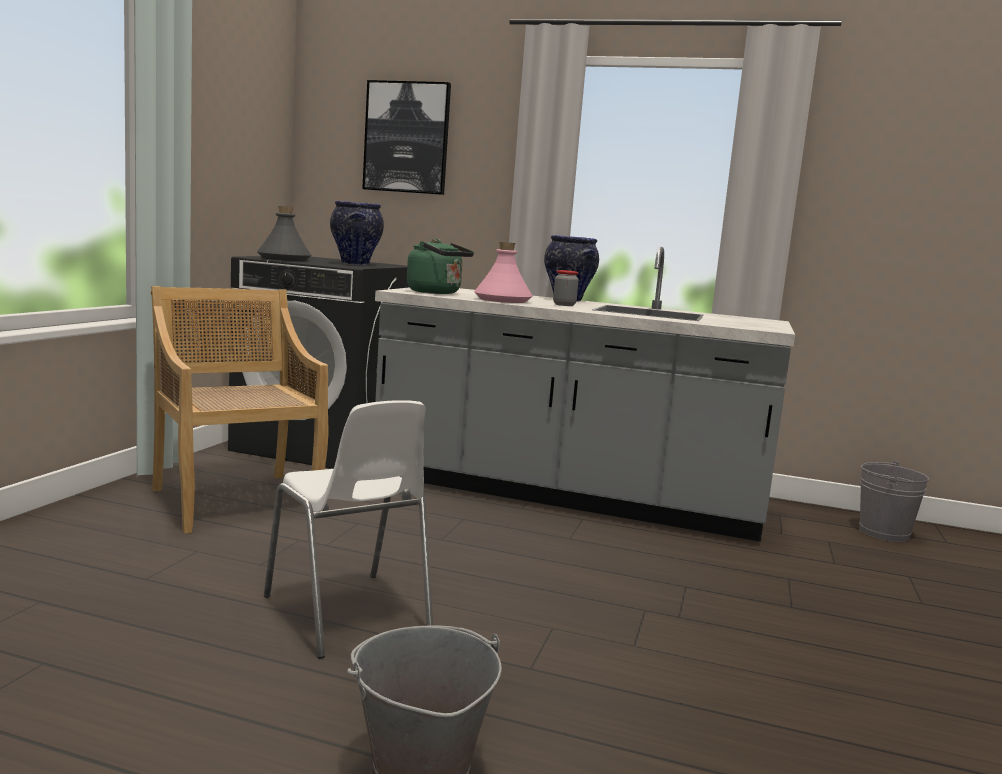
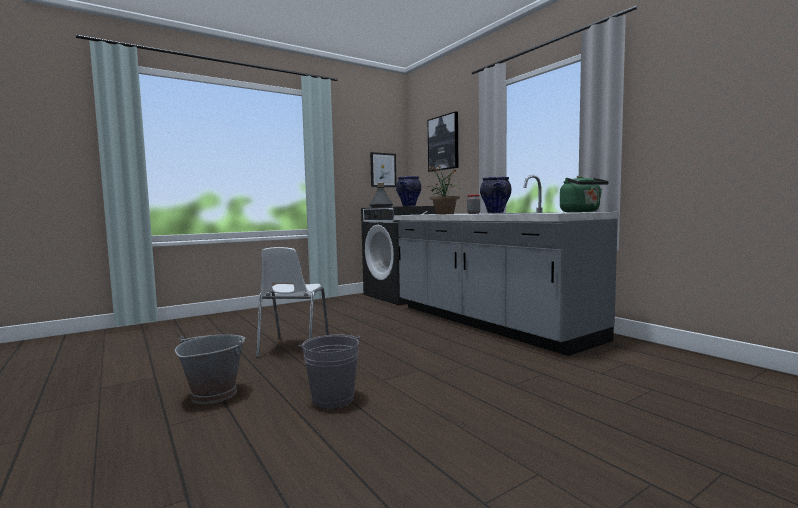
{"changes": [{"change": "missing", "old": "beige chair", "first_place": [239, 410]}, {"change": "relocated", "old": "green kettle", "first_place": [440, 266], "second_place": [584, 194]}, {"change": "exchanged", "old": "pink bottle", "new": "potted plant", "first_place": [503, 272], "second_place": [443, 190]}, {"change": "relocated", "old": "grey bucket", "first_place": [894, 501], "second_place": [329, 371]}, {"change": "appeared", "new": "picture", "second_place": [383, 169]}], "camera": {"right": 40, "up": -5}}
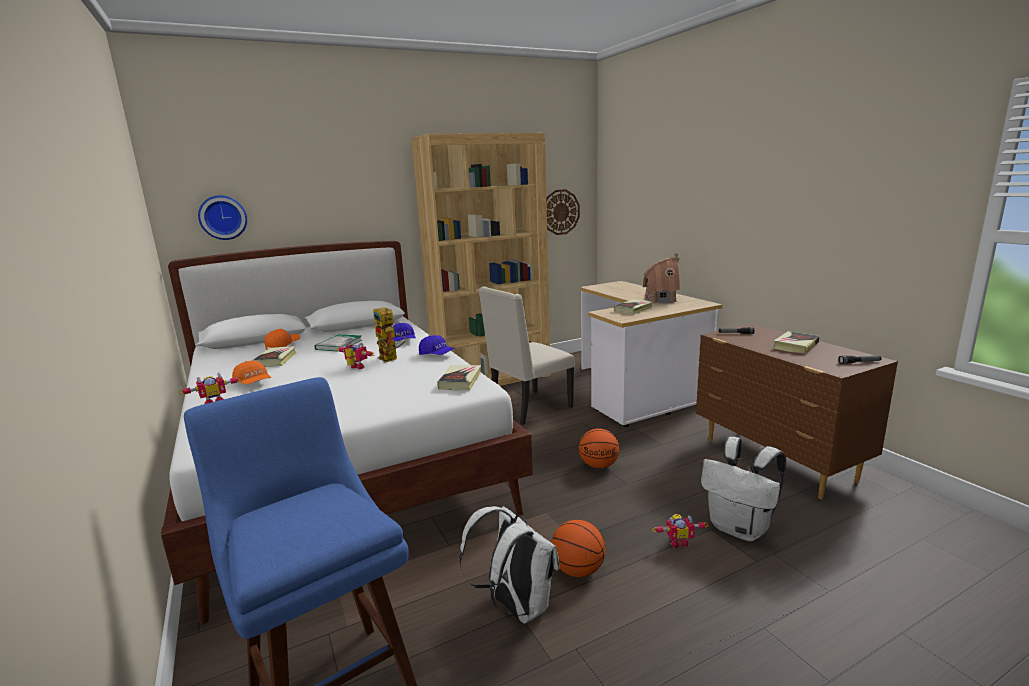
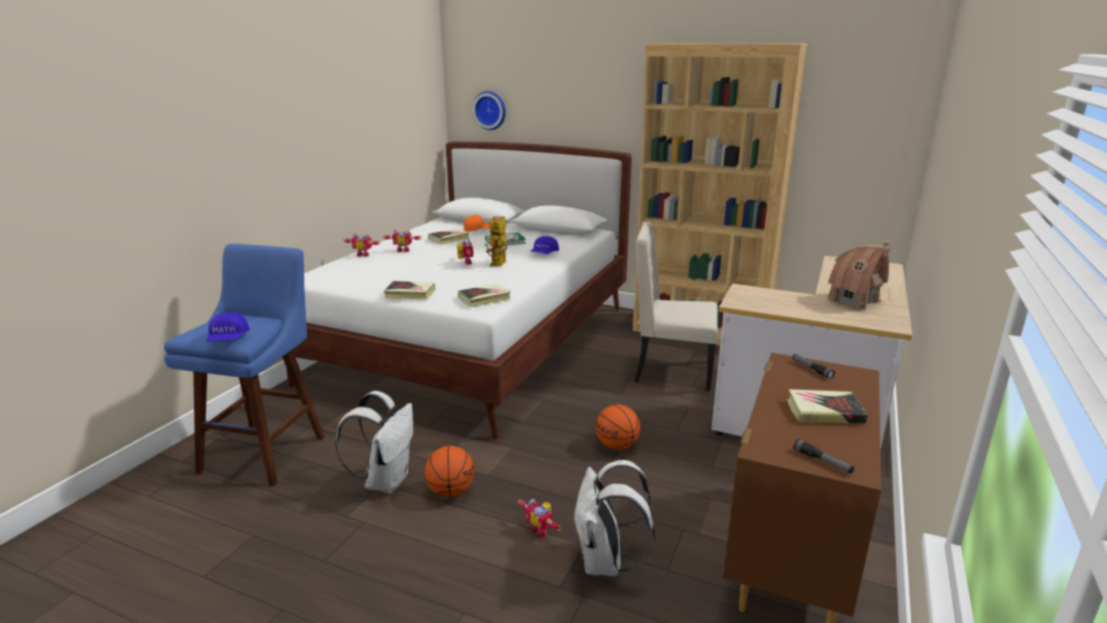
{"changes": [{"change": "exchanged", "old": "orange cap", "new": "toy robot", "first_place": [251, 373], "second_place": [402, 240]}, {"change": "relocated", "old": "blue cap", "first_place": [437, 345], "second_place": [228, 327]}, {"change": "missing", "old": "wall clock", "first_place": [563, 212]}, {"change": "relocated", "old": "book", "first_place": [633, 307], "second_place": [409, 290]}], "camera": {"right": 50, "up": 5}}
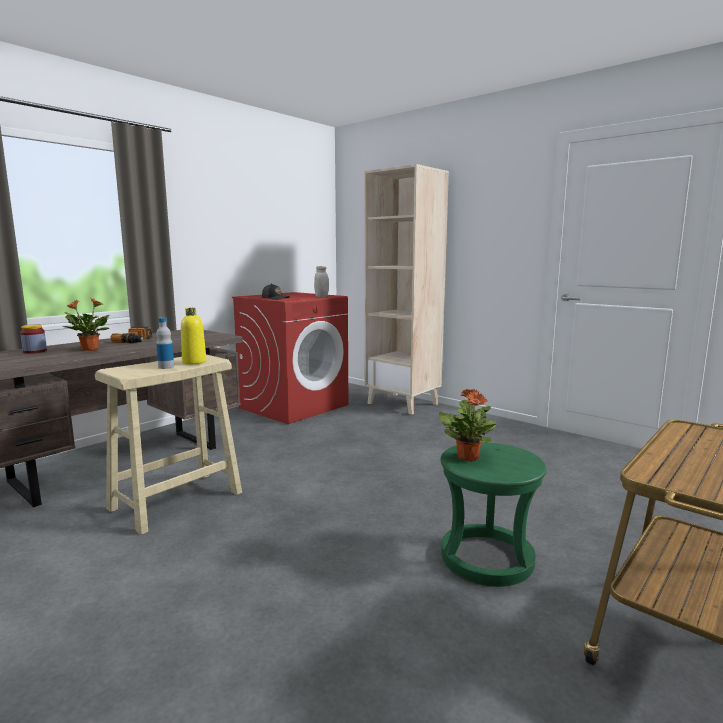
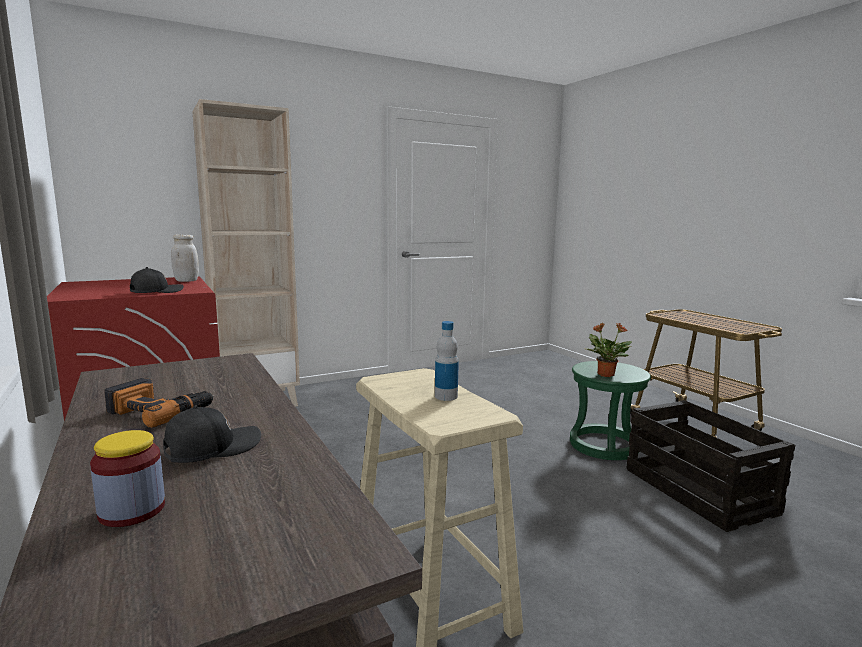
{"changes": [{"change": "exchanged", "old": "potted plant", "new": "black cap", "first_place": [86, 324], "second_place": [212, 434]}, {"change": "missing", "old": "yellow bottle", "first_place": [193, 336]}, {"change": "appeared", "new": "crate", "second_place": [710, 466]}], "camera": {"right": -70, "up": 0}}
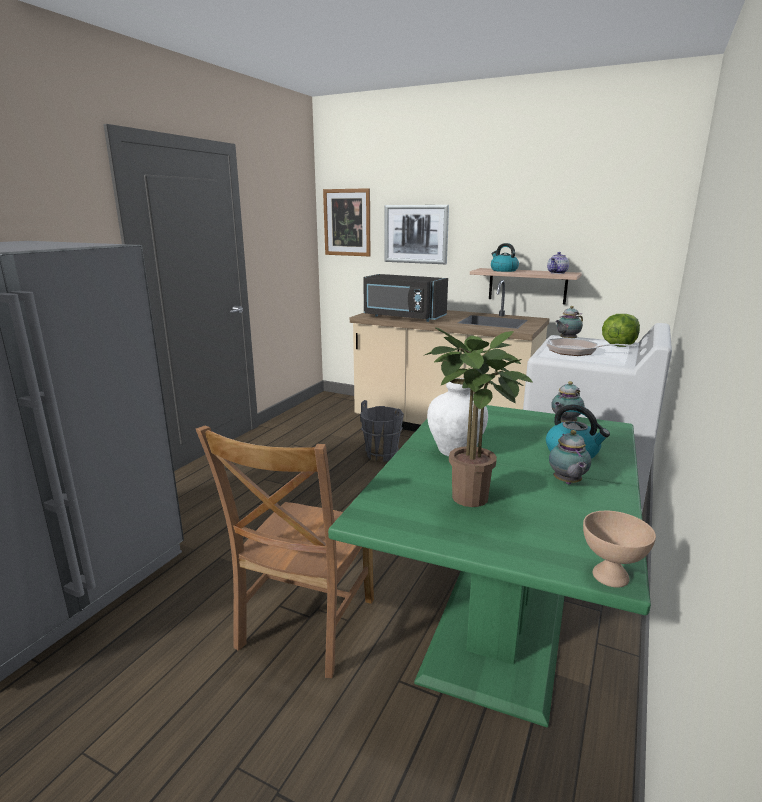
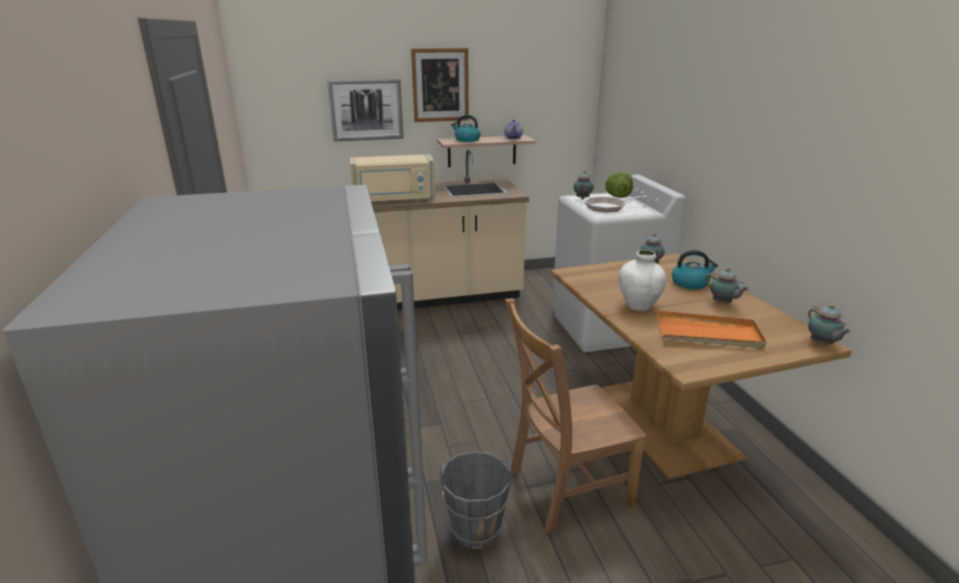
{"changes": [{"change": "spun", "old": "brown chair", "first_place": [285, 552], "second_place": [576, 416], "degrees": 90}, {"change": "relocated", "old": "picture", "first_place": [346, 222], "second_place": [440, 85]}, {"change": "colour", "old": "green dining table", "new": "brown dining table", "first_place": [489, 566], "second_place": [701, 366]}, {"change": "relocated", "old": "grey bucket", "first_place": [382, 431], "second_place": [475, 500]}, {"change": "colour", "old": "black microwave", "new": "beige microwave", "first_place": [405, 298], "second_place": [392, 177]}, {"change": "exchanged", "old": "potted plant", "new": "orange tray", "first_place": [479, 417], "second_place": [711, 329]}, {"change": "exchanged", "old": "beige bowl", "new": "teapot", "first_place": [619, 549], "second_place": [829, 325]}], "camera": {"right": -40, "up": 5}}
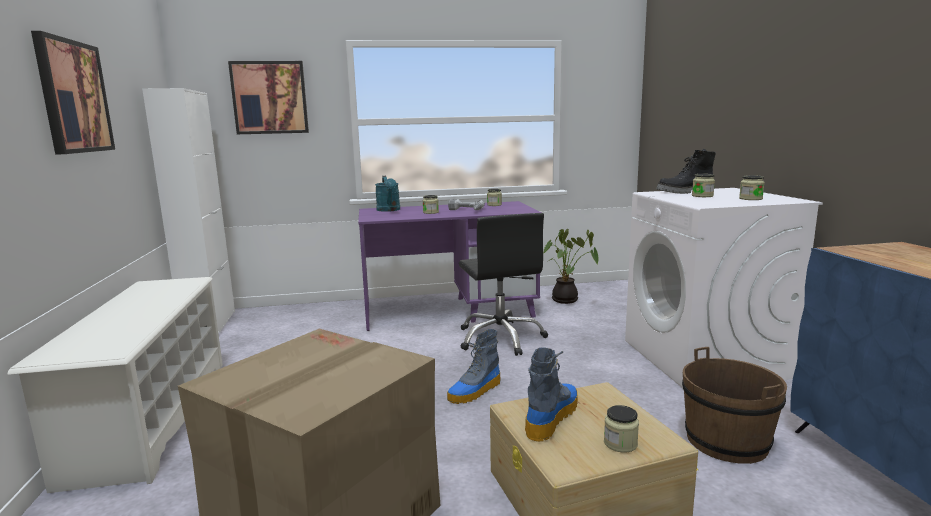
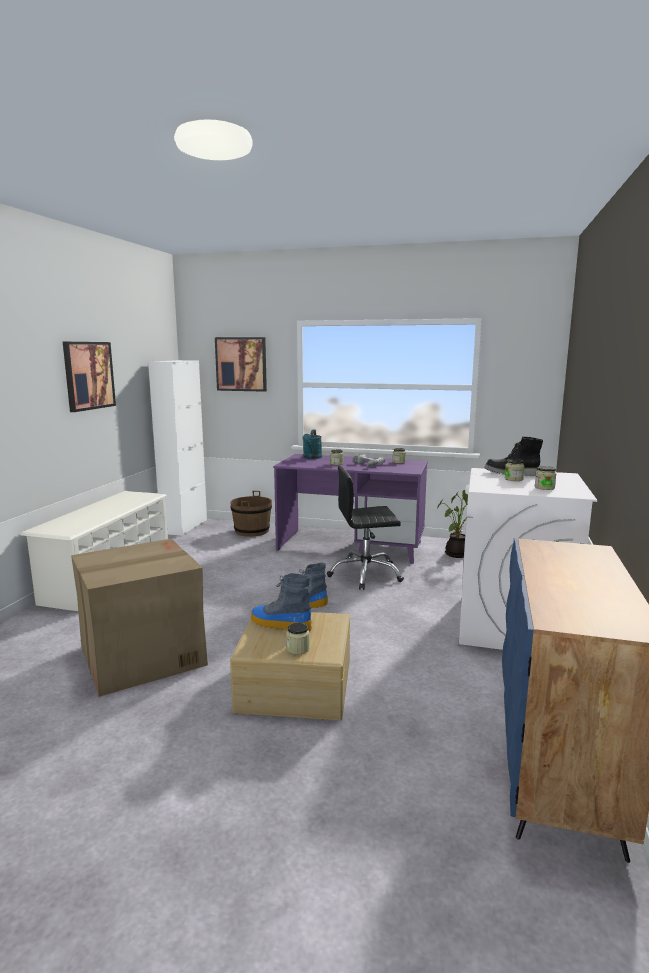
{"changes": [{"change": "spun", "old": "black office chair", "first_place": [503, 284], "second_place": [365, 528], "degrees": 75}, {"change": "spun", "old": "boot", "first_place": [551, 394], "second_place": [281, 602], "degrees": -120}, {"change": "relocated", "old": "brown bucket", "first_place": [734, 405], "second_place": [251, 514]}], "camera": {"right": 25, "up": 0}}
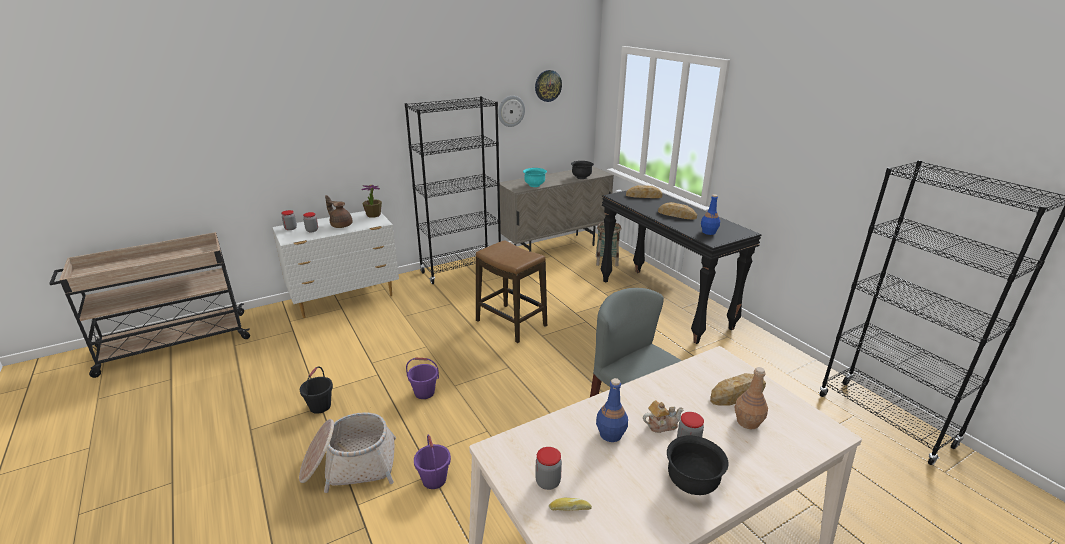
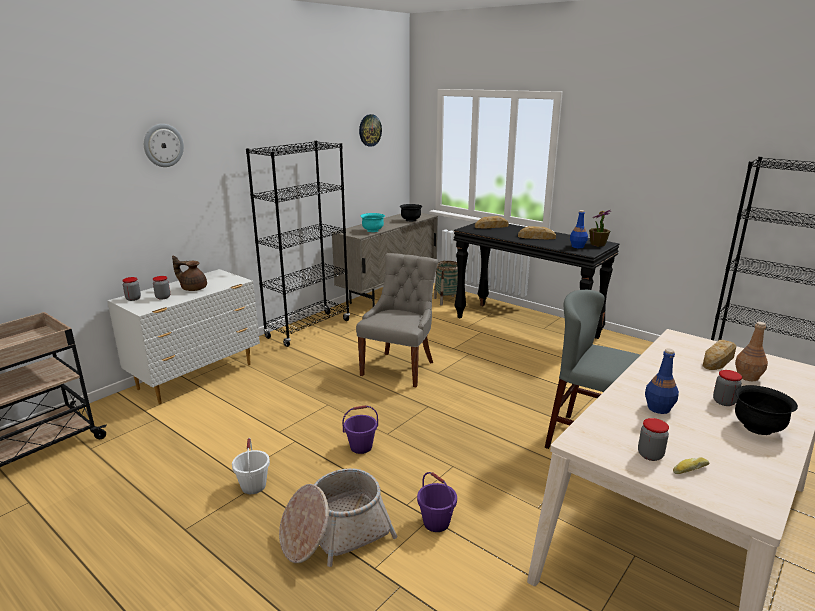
{"changes": [{"change": "colour", "old": "black bucket", "new": "white bucket", "first_place": [316, 390], "second_place": [251, 466]}, {"change": "relocated", "old": "potted plant", "first_place": [372, 201], "second_place": [600, 228]}, {"change": "exchanged", "old": "stool", "new": "grey chair", "first_place": [511, 291], "second_place": [397, 320]}, {"change": "relocated", "old": "wall clock", "first_place": [511, 111], "second_place": [164, 145]}, {"change": "missing", "old": "teapot", "first_place": [663, 416]}], "camera": {"right": -20, "up": -5}}
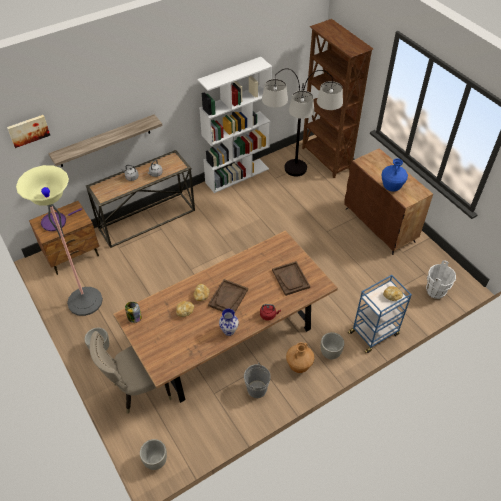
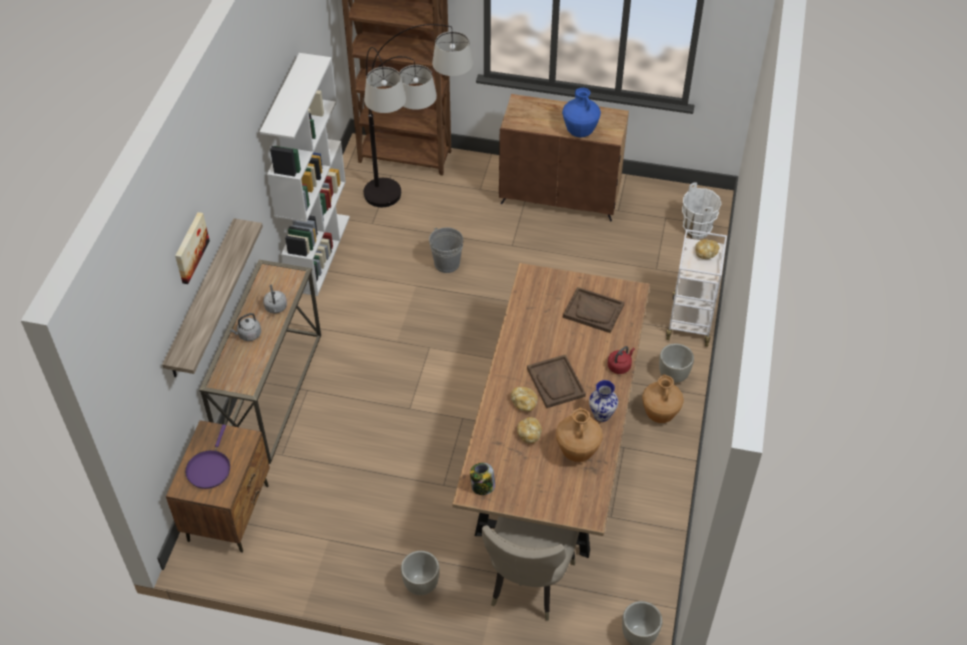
{"changes": [{"change": "relocated", "old": "picture", "first_place": [28, 131], "second_place": [192, 248]}, {"change": "missing", "old": "floor lamp", "first_place": [59, 240]}, {"change": "relocated", "old": "grey bucket", "first_place": [257, 380], "second_place": [446, 250]}, {"change": "colour", "old": "blue cart", "new": "white cart", "first_place": [380, 314], "second_place": [696, 288]}, {"change": "appeared", "new": "brown vase", "second_place": [579, 434]}], "camera": {"right": -45, "up": 0}}
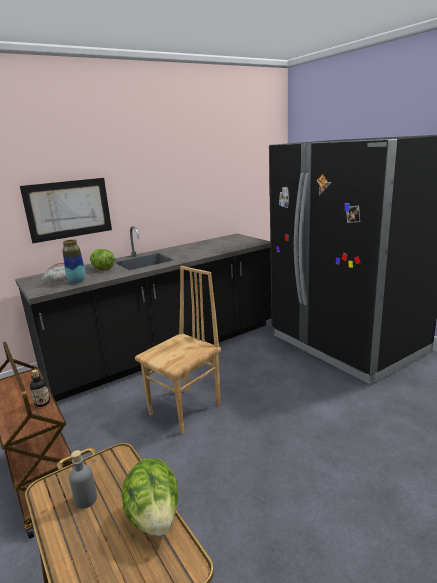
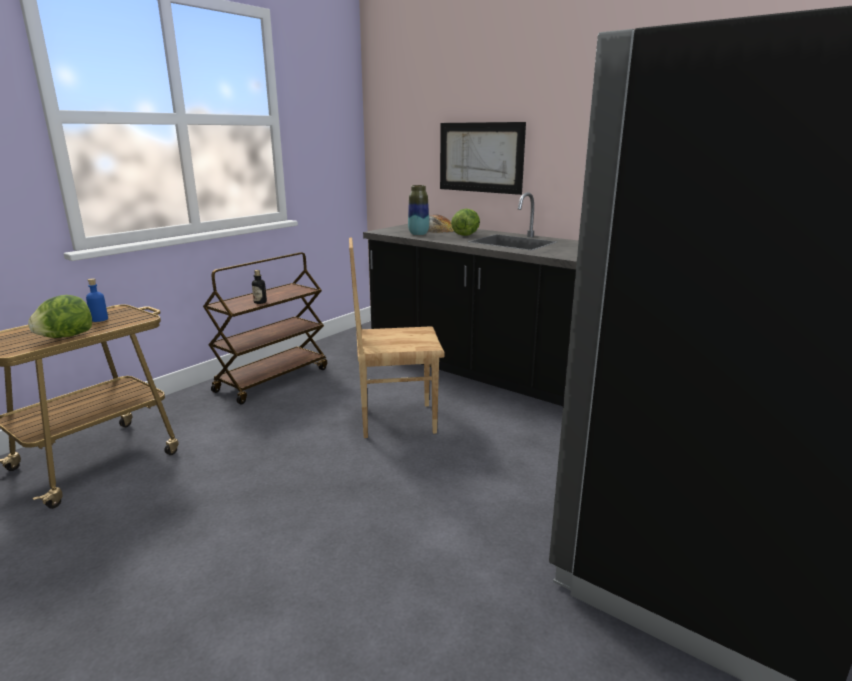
{"changes": [{"change": "colour", "old": "grey bottle", "new": "blue bottle", "first_place": [83, 479], "second_place": [97, 300]}, {"change": "spun", "old": "brown chair", "first_place": [178, 350], "second_place": [397, 337], "degrees": 150}], "camera": {"right": 70, "up": 0}}
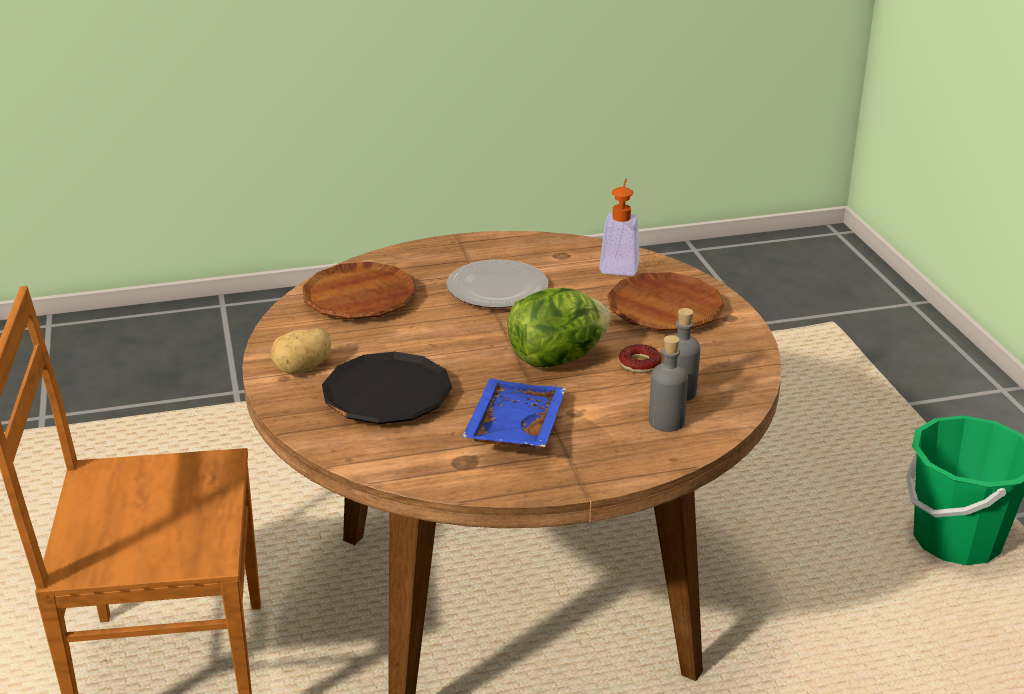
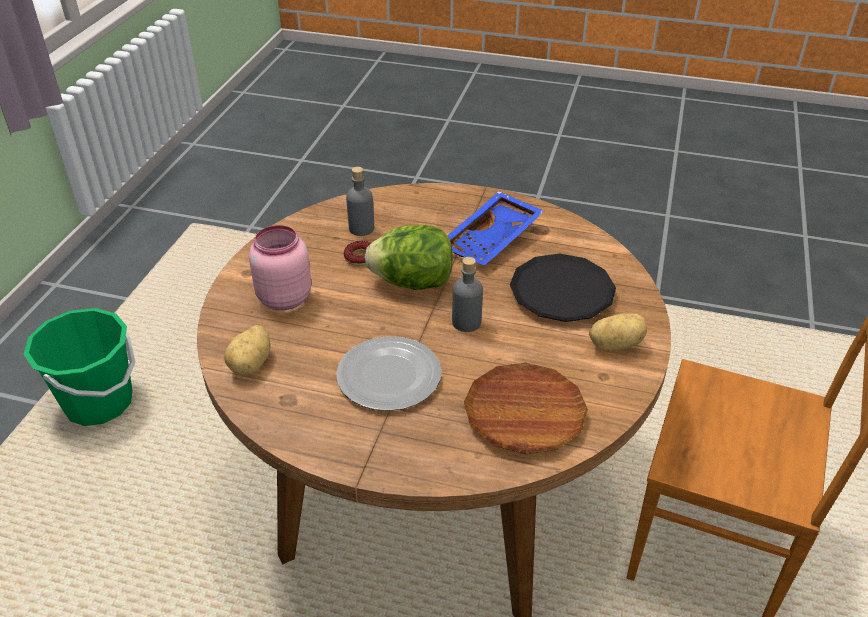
{"changes": [{"change": "exchanged", "old": "soap dispenser", "new": "potato", "first_place": [619, 227], "second_place": [247, 350]}, {"change": "exchanged", "old": "brown plate", "new": "pink jar", "first_place": [666, 301], "second_place": [280, 267]}, {"change": "relocated", "old": "grey bottle", "first_place": [668, 383], "second_place": [467, 294]}], "camera": {"right": -150, "up": 10}}
